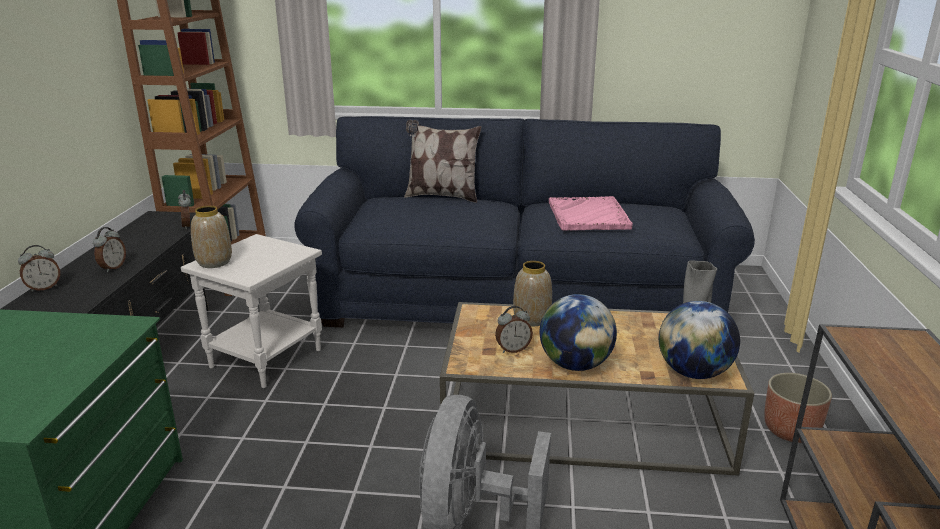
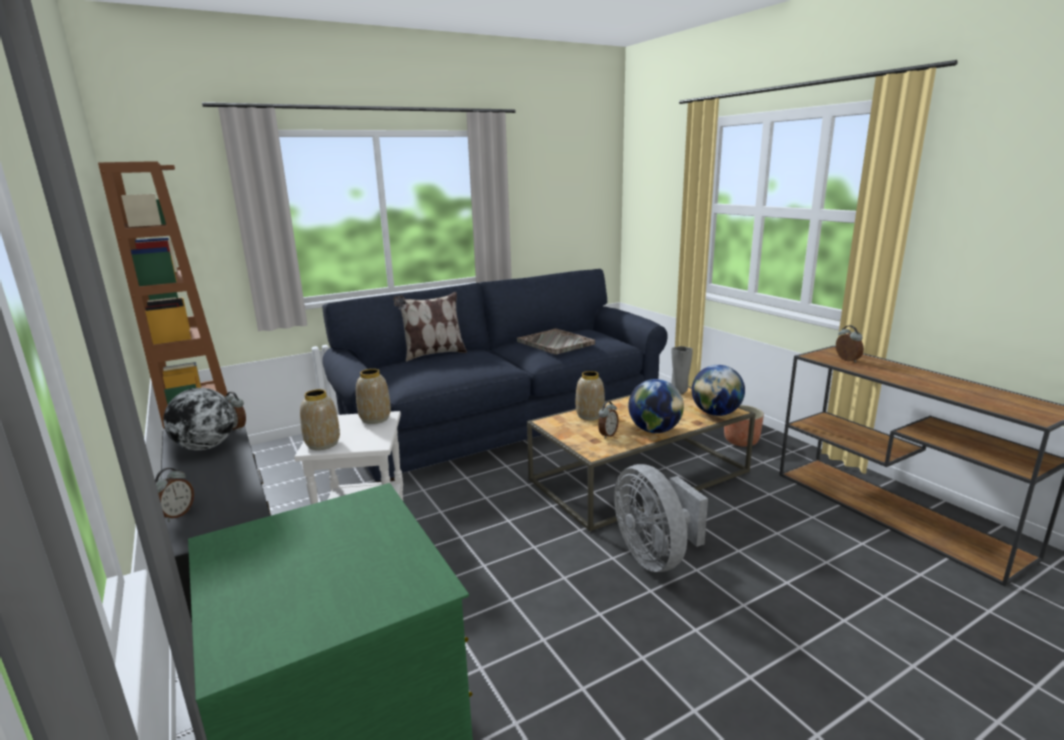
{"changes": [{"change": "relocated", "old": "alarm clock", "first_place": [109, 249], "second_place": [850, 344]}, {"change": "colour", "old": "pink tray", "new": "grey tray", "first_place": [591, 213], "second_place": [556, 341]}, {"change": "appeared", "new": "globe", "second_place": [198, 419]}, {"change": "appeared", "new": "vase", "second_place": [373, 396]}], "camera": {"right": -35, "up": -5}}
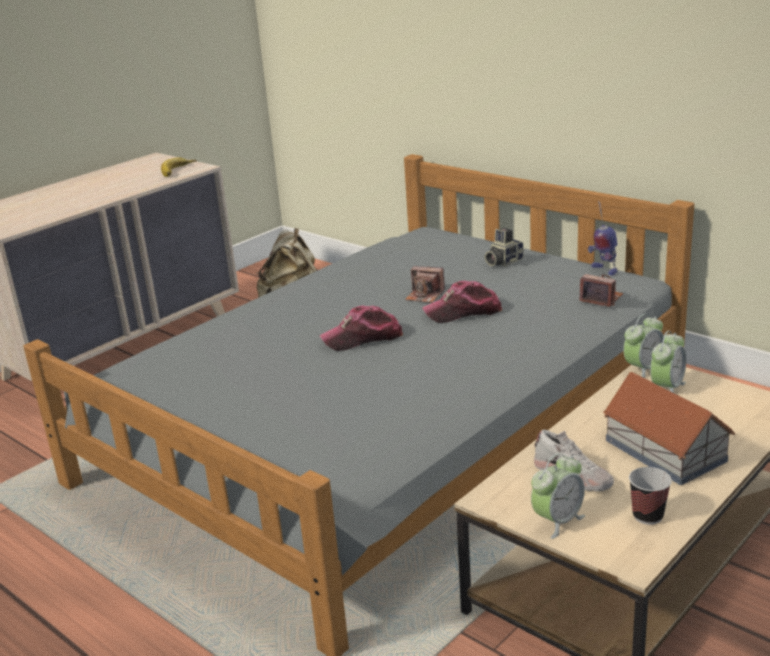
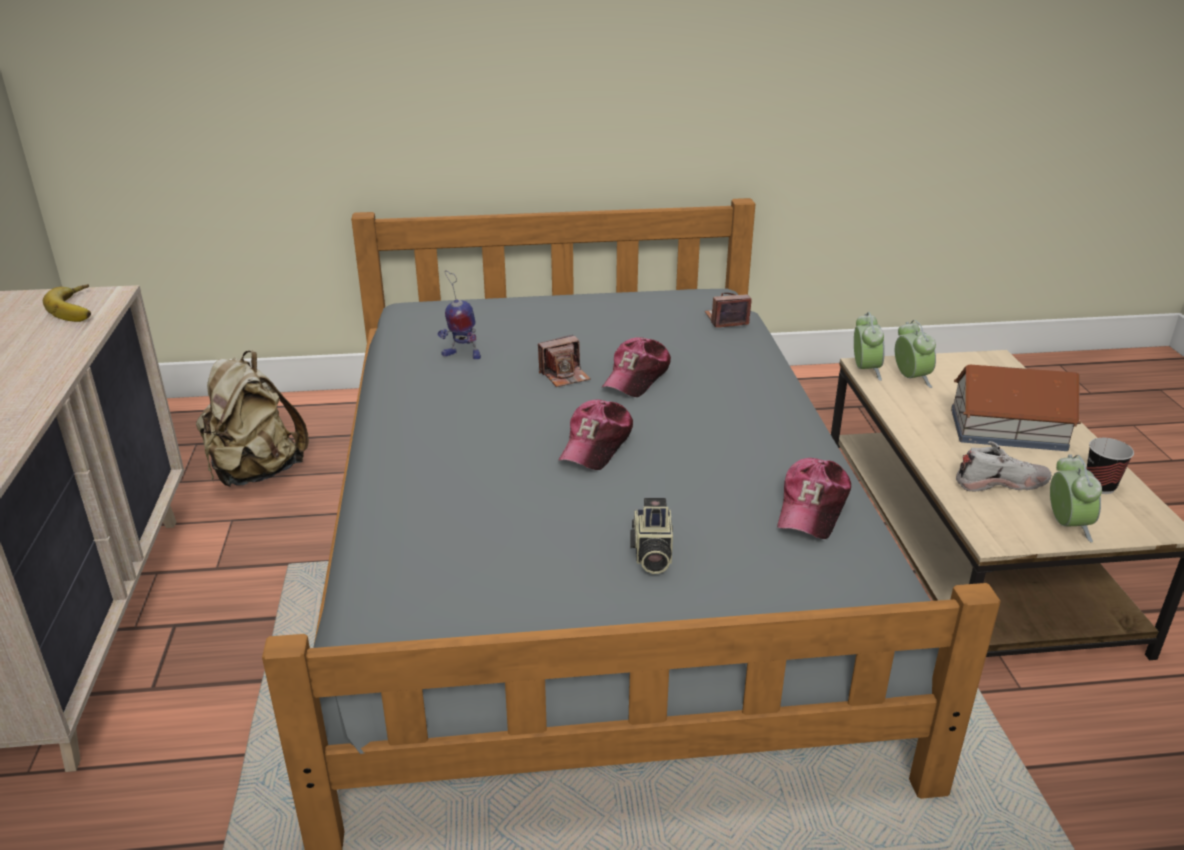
{"changes": [{"change": "relocated", "old": "photo camera", "first_place": [504, 247], "second_place": [651, 536]}, {"change": "relocated", "old": "toy robot", "first_place": [602, 238], "second_place": [459, 315]}, {"change": "appeared", "new": "cap", "second_place": [814, 498]}], "camera": {"right": -50, "up": 5}}
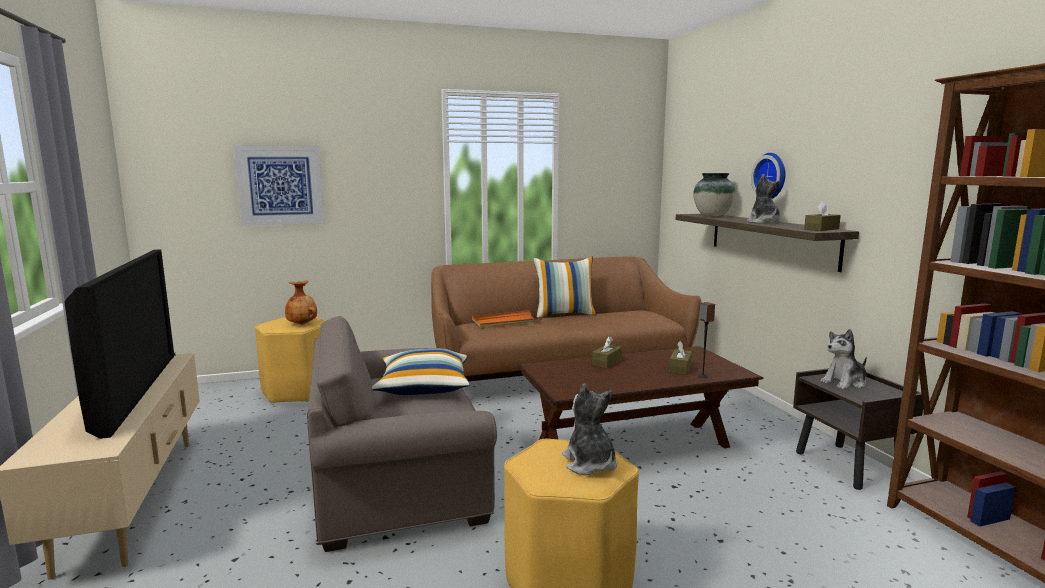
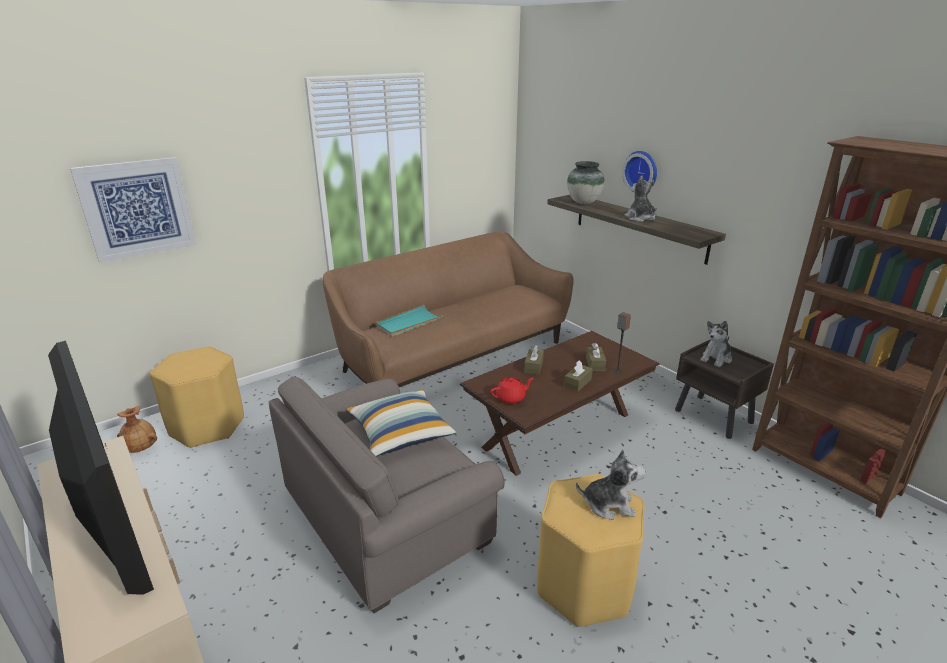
{"changes": [{"change": "relocated", "old": "brown vase", "first_place": [301, 303], "second_place": [137, 429]}, {"change": "colour", "old": "orange tray", "new": "turquoise tray", "first_place": [507, 319], "second_place": [409, 321]}, {"change": "missing", "old": "pillow", "first_place": [565, 287]}, {"change": "spun", "old": "plush toy", "first_place": [589, 430], "second_place": [611, 485], "degrees": 135}, {"change": "relocated", "old": "brown tissue box", "first_place": [822, 216], "second_place": [578, 376]}, {"change": "appeared", "new": "red teapot", "second_place": [512, 390]}], "camera": {"right": -20, "up": 15}}
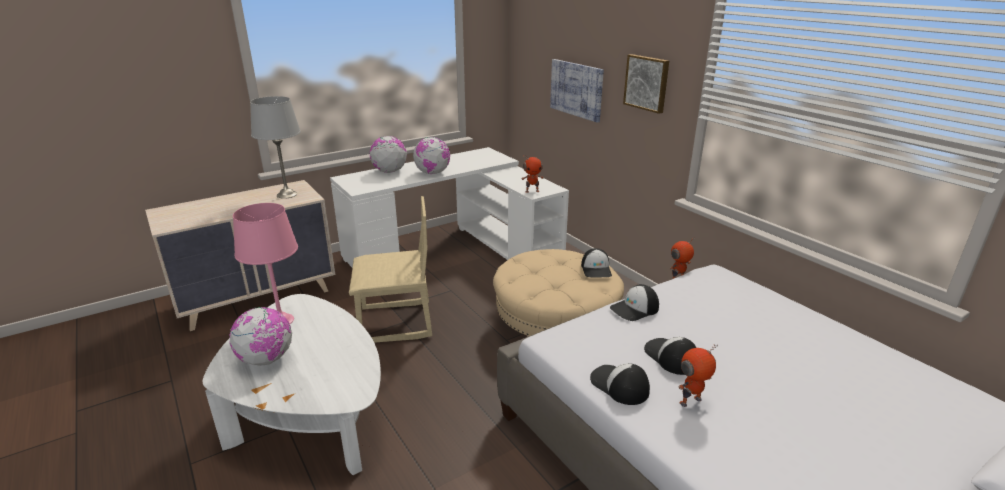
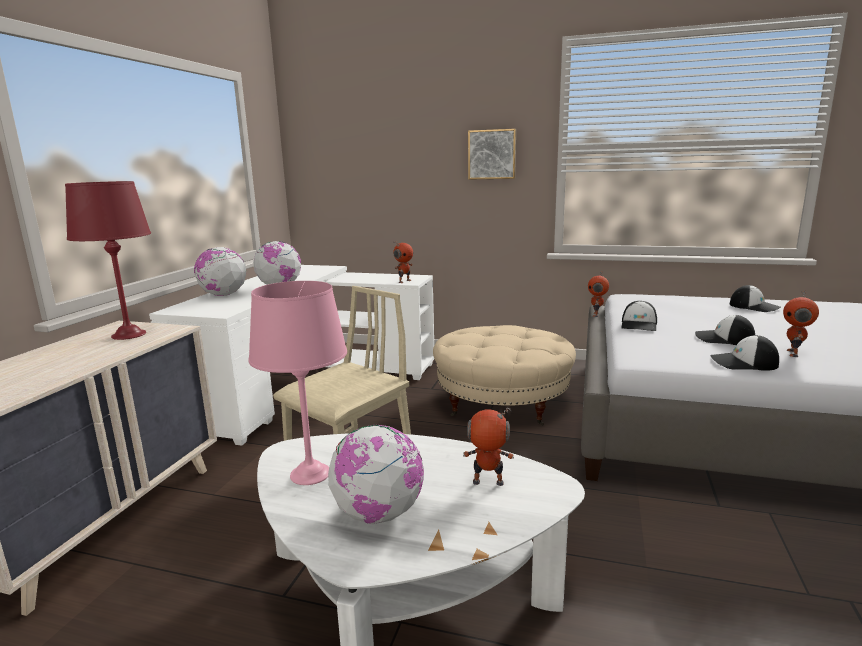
{"changes": [{"change": "colour", "old": "grey table lamp", "new": "red table lamp", "first_place": [275, 147], "second_place": [108, 260]}, {"change": "missing", "old": "picture", "first_place": [577, 91]}, {"change": "relocated", "old": "cap", "first_place": [596, 263], "second_place": [755, 298]}, {"change": "appeared", "new": "toy robot", "second_place": [488, 447]}], "camera": {"right": -40, "up": -10}}
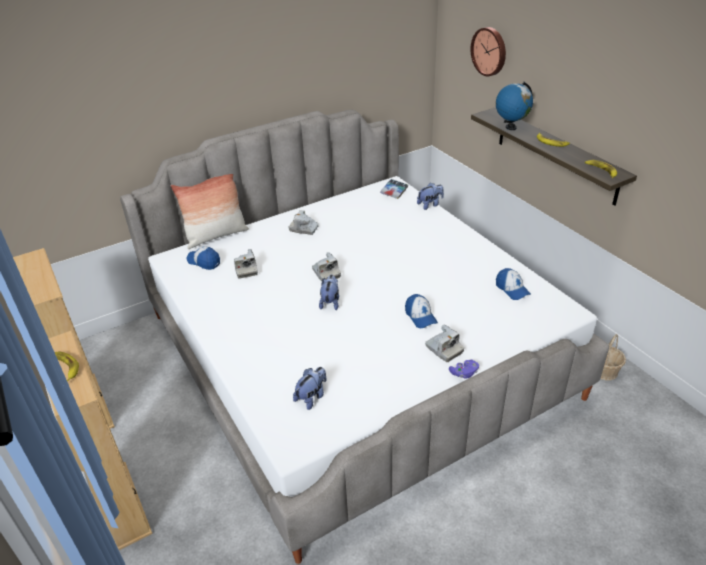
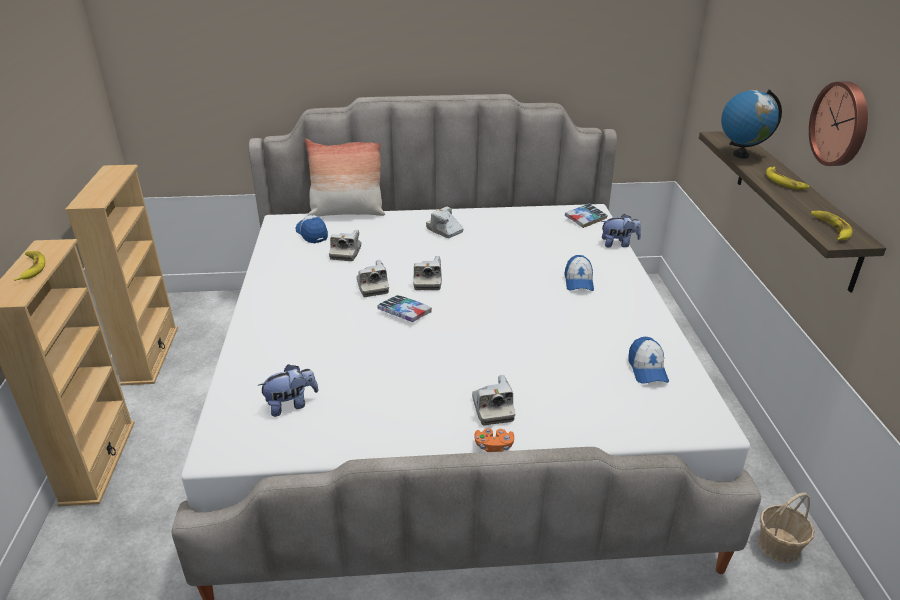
{"changes": [{"change": "exchanged", "old": "plush toy", "new": "book", "first_place": [329, 292], "second_place": [404, 308]}, {"change": "relocated", "old": "cap", "first_place": [421, 311], "second_place": [579, 273]}, {"change": "colour", "old": "purple game controller", "new": "orange game controller", "first_place": [464, 369], "second_place": [494, 440]}, {"change": "relocated", "old": "wall clock", "first_place": [488, 51], "second_place": [838, 123]}, {"change": "appeared", "new": "photo camera", "second_place": [373, 278]}], "camera": {"right": 25, "up": -5}}
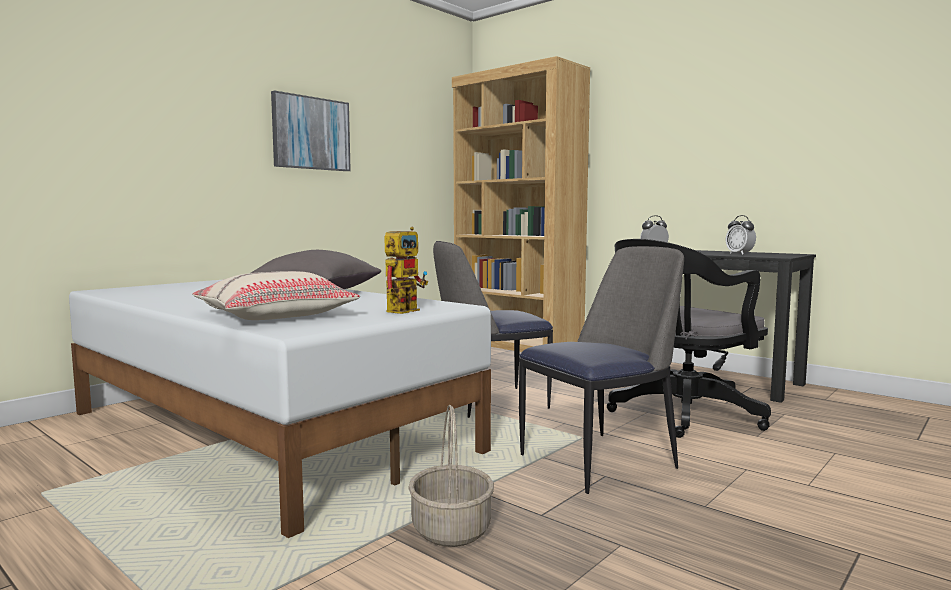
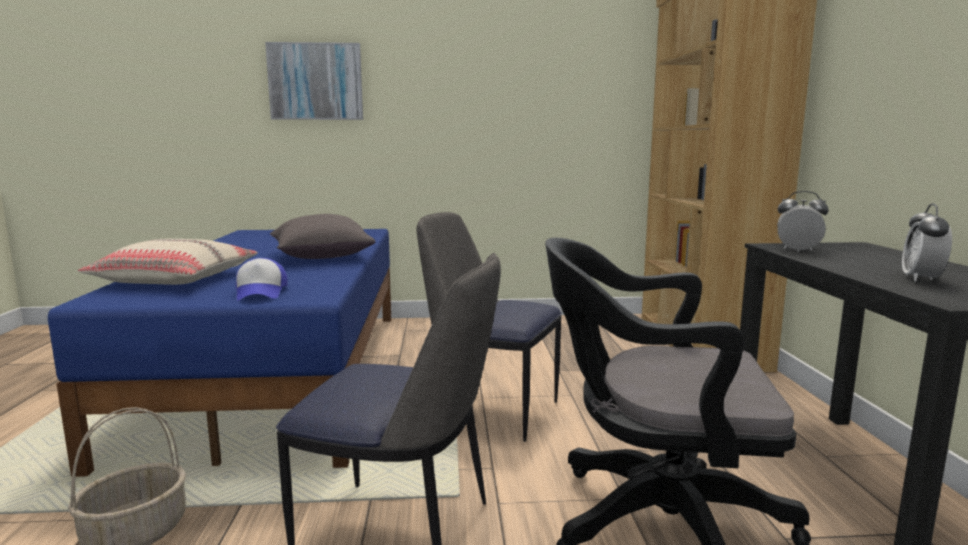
{"changes": [{"change": "colour", "old": "white bed", "new": "blue bed", "first_place": [280, 408], "second_place": [219, 353]}, {"change": "relocated", "old": "picture", "first_place": [311, 130], "second_place": [314, 81]}, {"change": "exchanged", "old": "toy robot", "new": "cap", "first_place": [406, 270], "second_place": [262, 279]}], "camera": {"right": 45, "up": 5}}
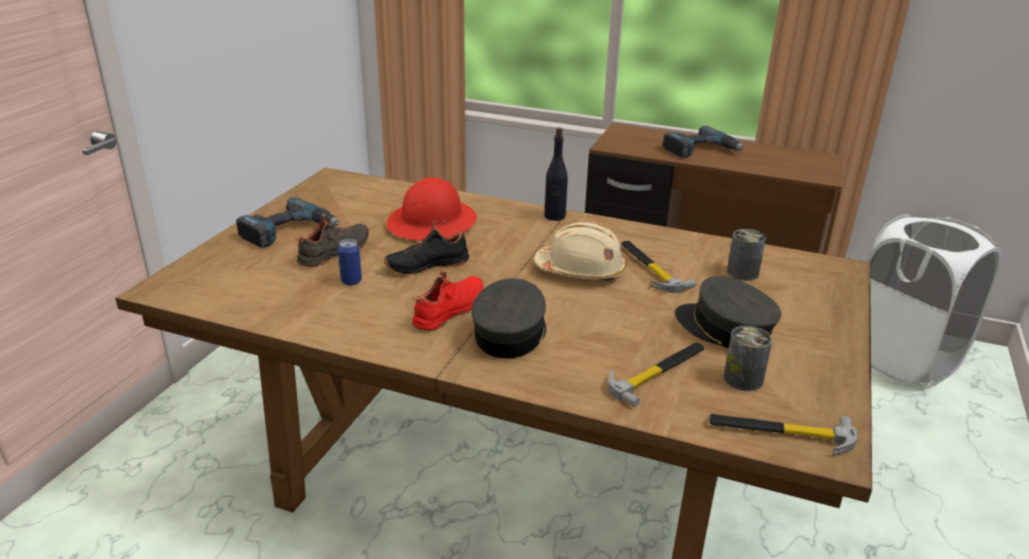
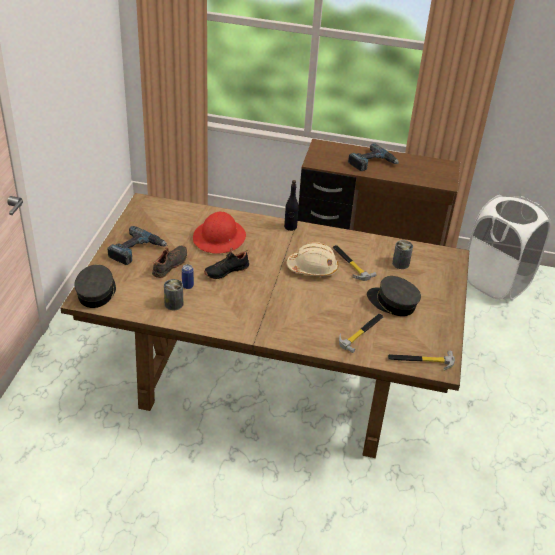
{"changes": [{"change": "missing", "old": "red shoe", "first_place": [448, 300]}, {"change": "relocated", "old": "grey cap", "first_place": [508, 318], "second_place": [95, 286]}, {"change": "relocated", "old": "can", "first_place": [748, 358], "second_place": [173, 294]}], "camera": {"right": -10, "up": 10}}
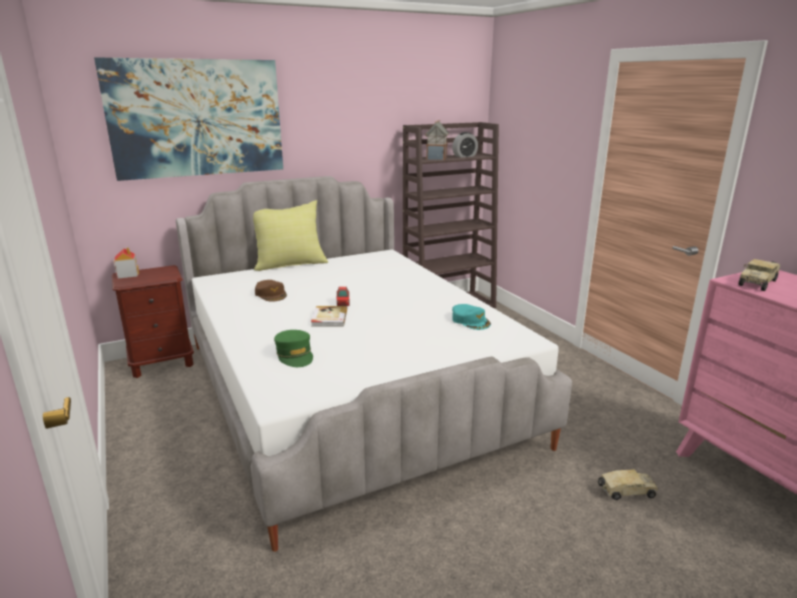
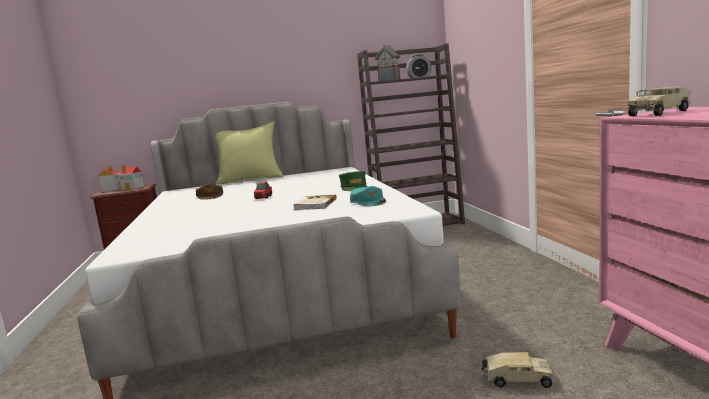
{"changes": [{"change": "missing", "old": "picture", "first_place": [188, 119]}, {"change": "relocated", "old": "green cap", "first_place": [293, 348], "second_place": [353, 181]}, {"change": "relocated", "old": "book", "first_place": [329, 316], "second_place": [315, 202]}, {"change": "appeared", "new": "toy house", "second_place": [131, 177]}], "camera": {"right": 15, "up": -10}}
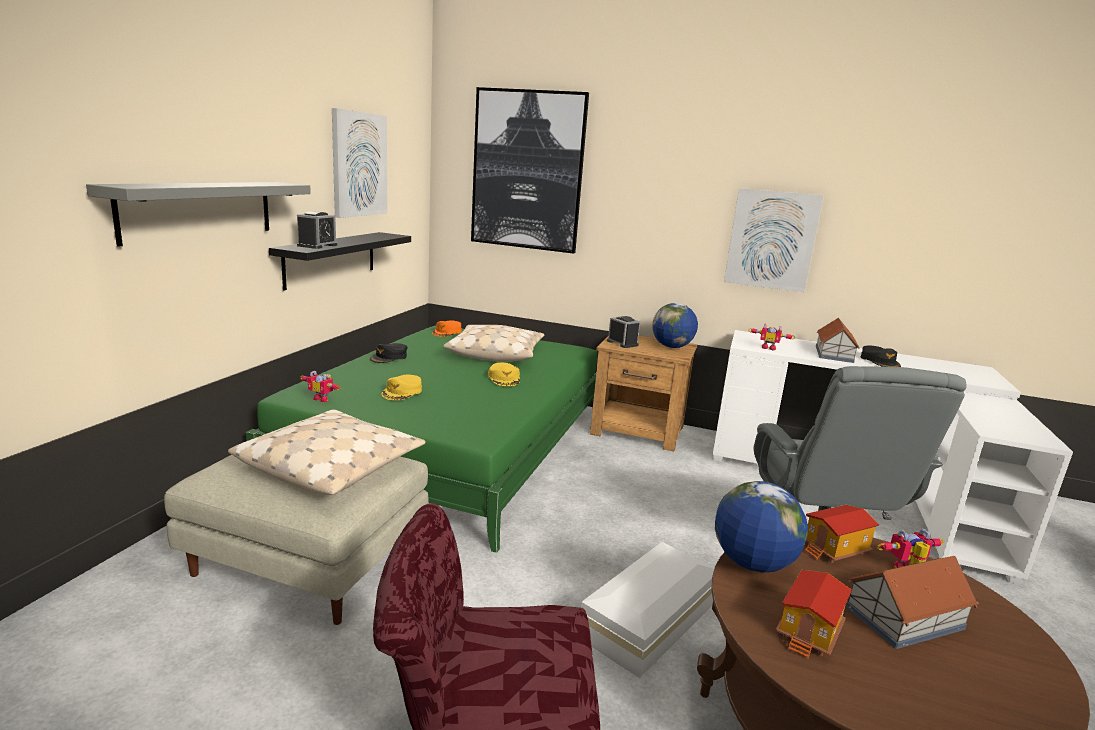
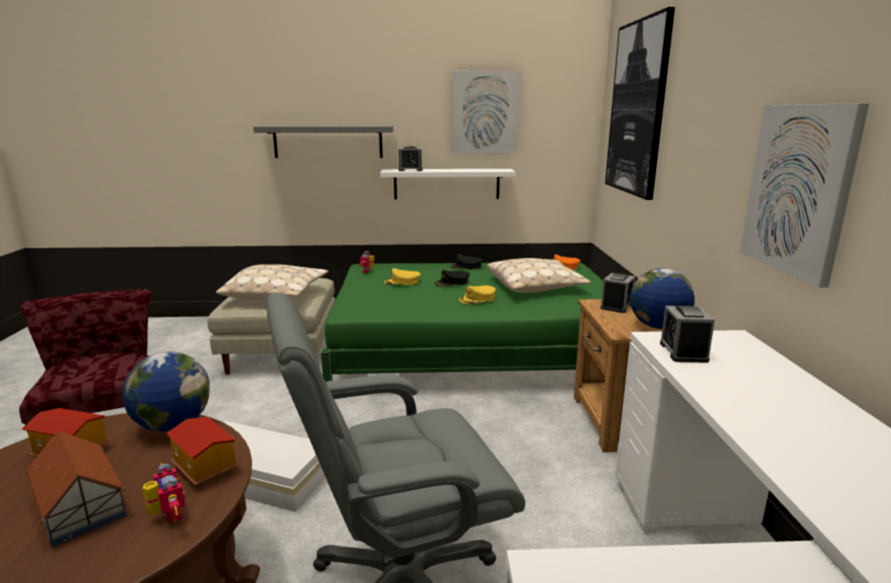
{"changes": [{"change": "colour", "old": "black shelf", "new": "white shelf", "first_place": [340, 261], "second_place": [448, 184]}, {"change": "exchanged", "old": "toy robot", "new": "alarm clock", "first_place": [771, 337], "second_place": [687, 334]}, {"change": "missing", "old": "toy house", "first_place": [838, 340]}, {"change": "relocated", "old": "black cap", "first_place": [881, 356], "second_place": [452, 278]}], "camera": {"right": 70, "up": 0}}
